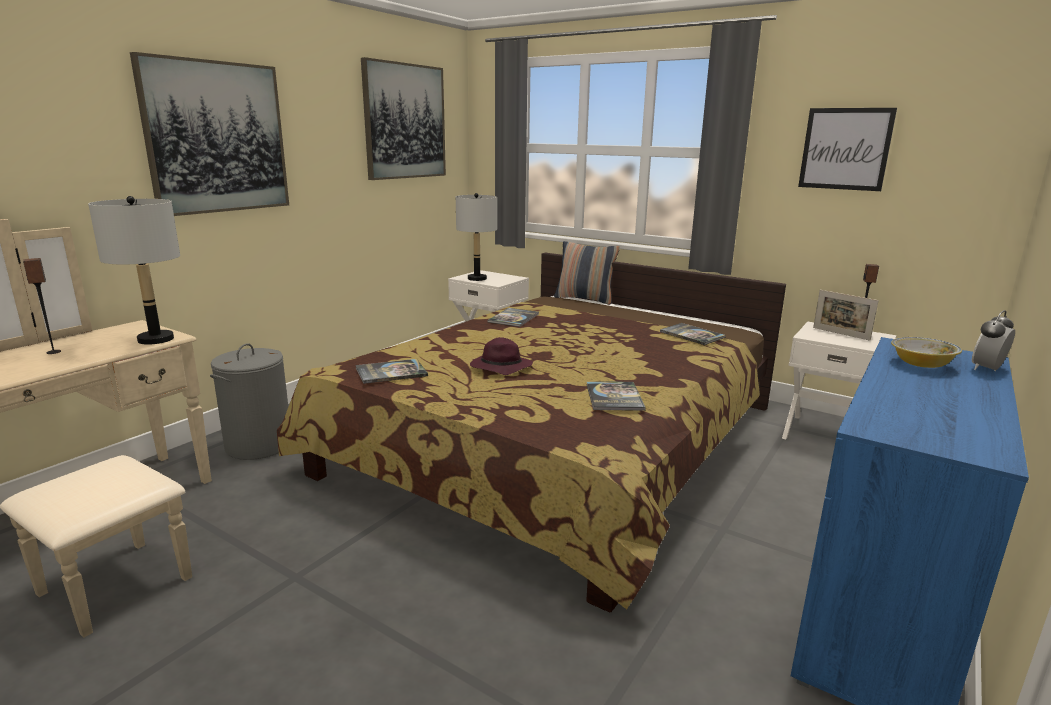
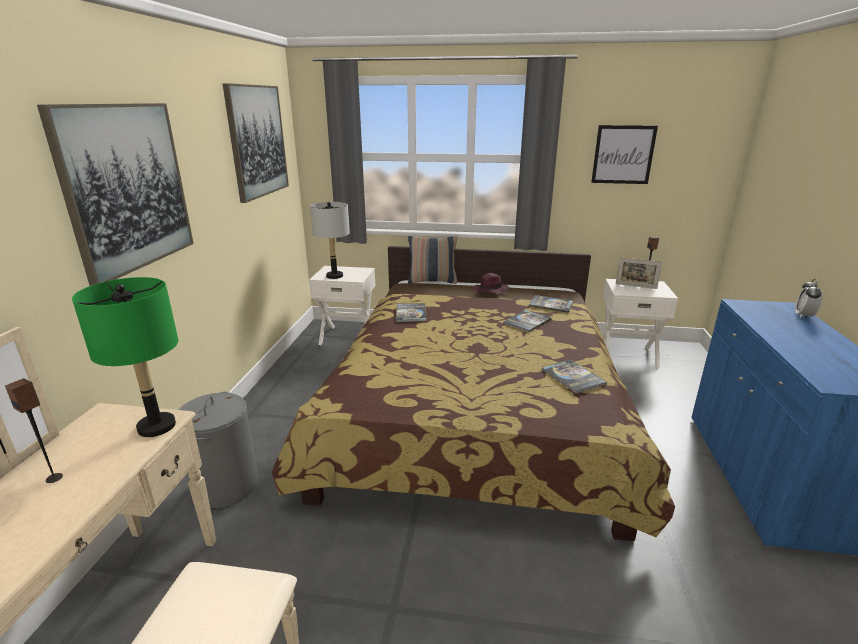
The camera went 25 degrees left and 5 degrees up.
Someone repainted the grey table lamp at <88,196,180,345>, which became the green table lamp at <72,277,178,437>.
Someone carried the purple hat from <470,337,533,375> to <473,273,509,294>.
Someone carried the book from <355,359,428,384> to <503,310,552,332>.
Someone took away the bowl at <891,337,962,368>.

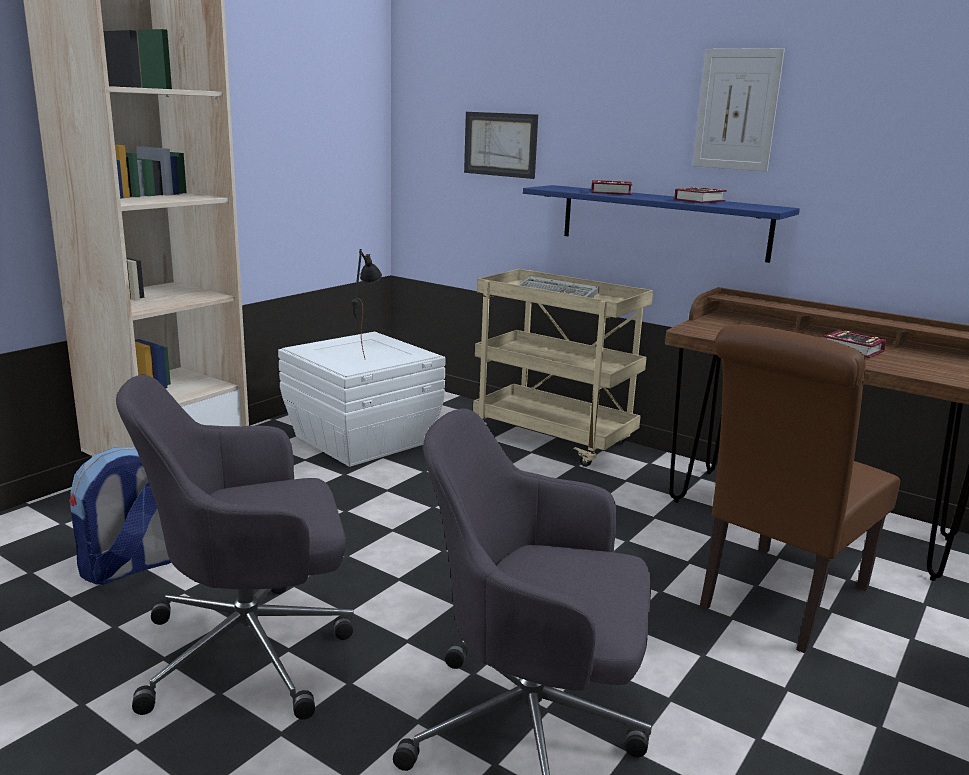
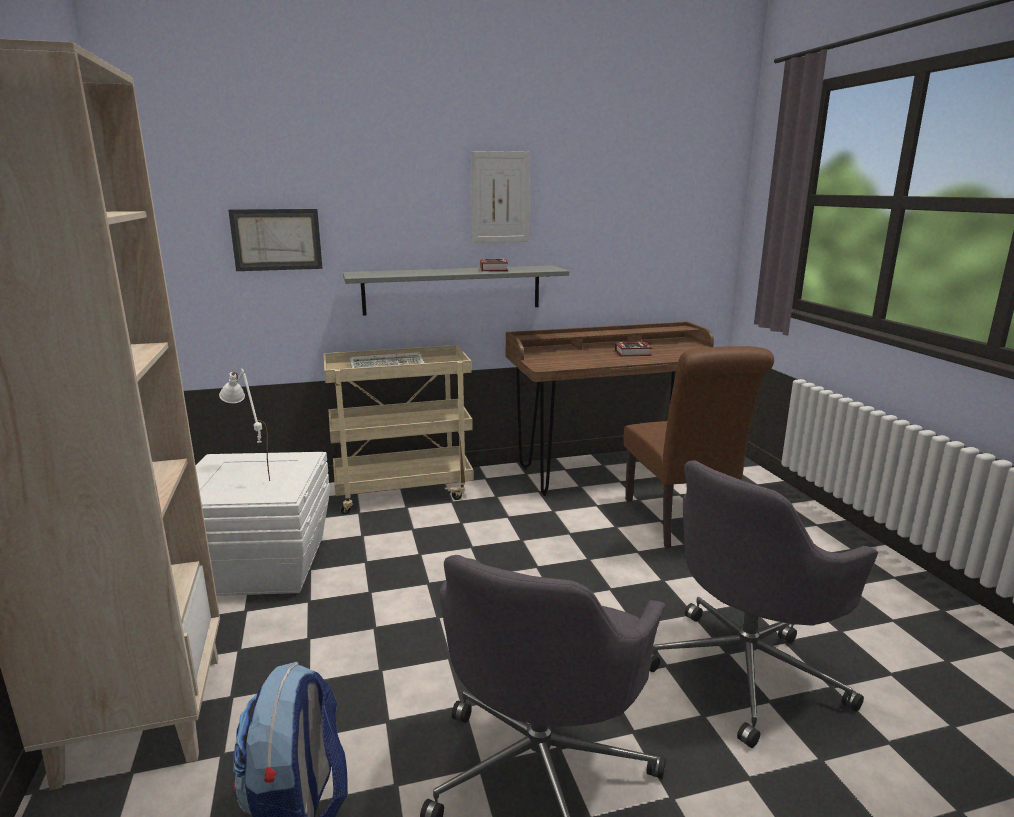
The camera went 50 degrees left and 0 degrees up.
Someone repainted the black table lamp at <351,249,382,358>, which became the white table lamp at <219,368,270,481>.
Someone repainted the blue shelf at <523,185,800,263>, which became the grey shelf at <343,265,569,316>.
Someone took away the book at <591,180,632,195>.

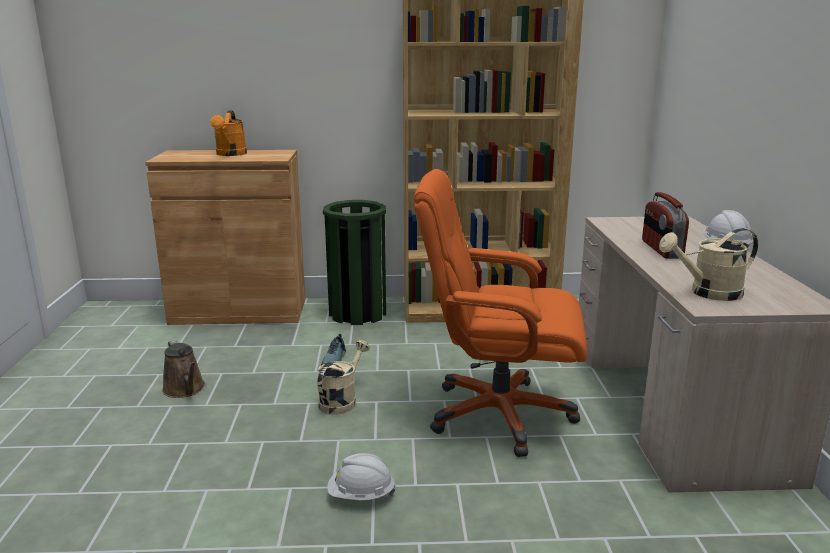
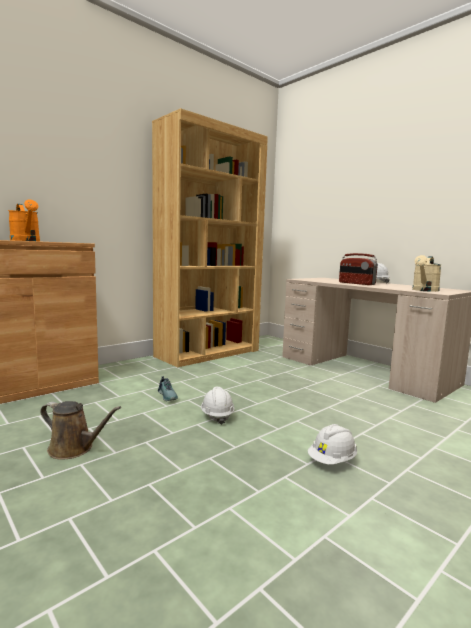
The camera went 40 degrees left and 10 degrees down.
Someone swapped the beige watering can at <317,340,370,415> for the white hard hat at <201,387,234,425>.
Someone took away the green trash can at <323,200,386,325>.
Someone took away the orange office chair at <414,169,587,457>.

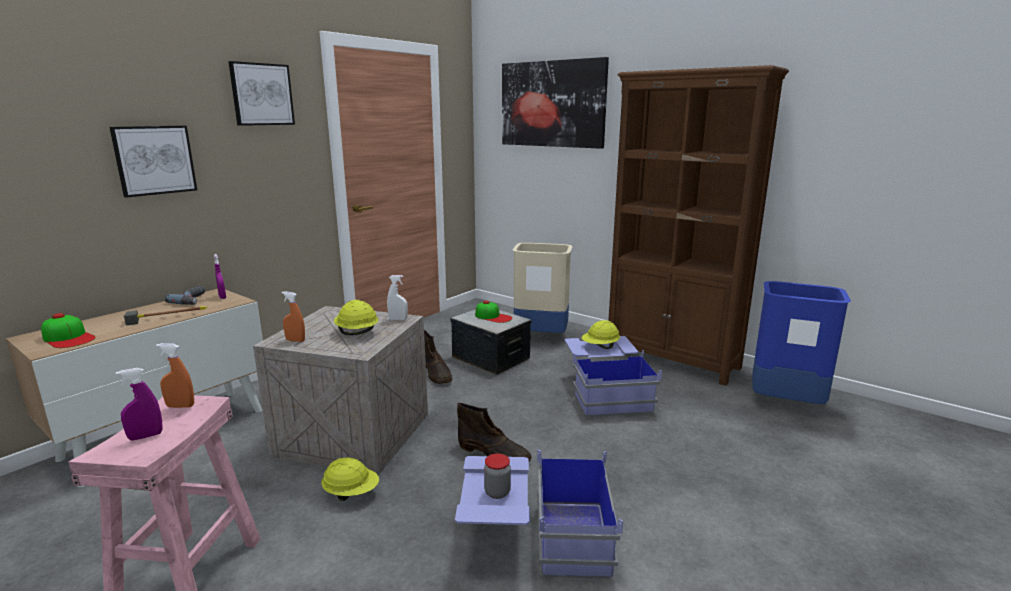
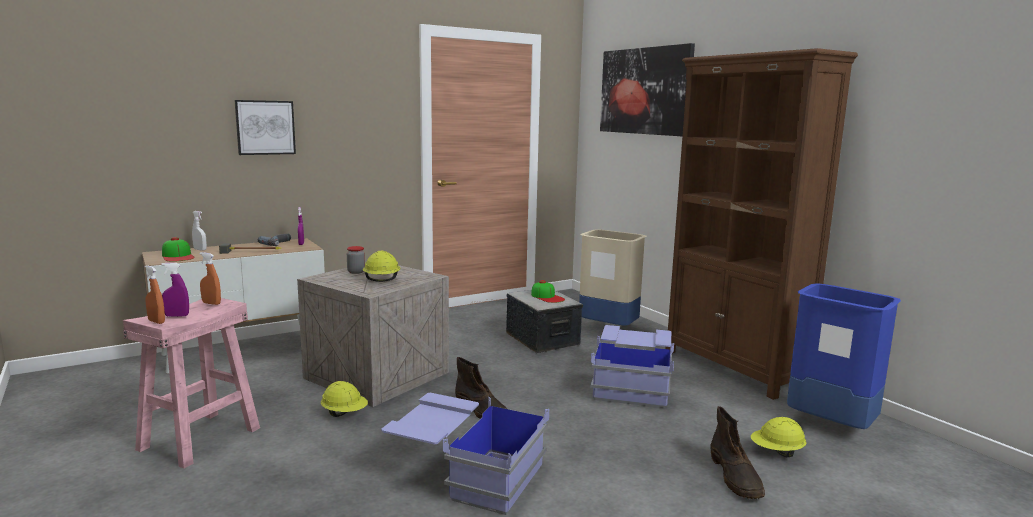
The camera went 20 degrees right and 5 degrees down.
Someone carried the orange spray bottle from <282,291,305,342> to <145,266,165,324>.
Someone carried the white spray bottle from <387,275,408,320> to <192,211,207,251>.
Someone carried the jar from <484,454,511,499> to <347,246,365,274>.
Someone carried the brown boot from <424,330,453,384> to <710,406,765,499>.
Someone carried the yellow hard hat from <582,320,620,349> to <751,417,807,457>.
Someone took away the picture at <228,61,295,126>.

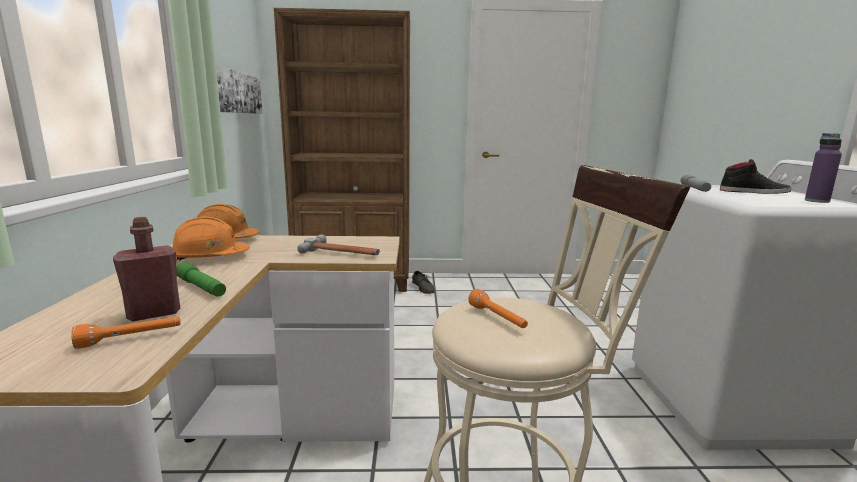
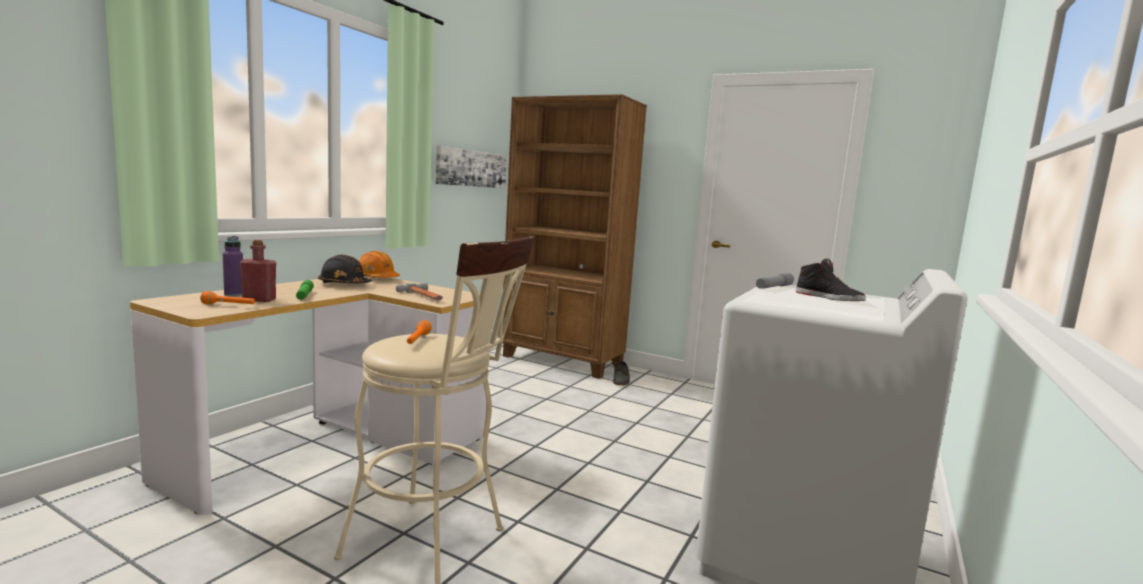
The camera went 30 degrees right and 5 degrees down.
Someone carried the purple bottle from <805,133,842,203> to <223,236,243,297>.
Someone repainted the orange hard hat at <172,217,250,260>, which became the black hard hat at <318,255,372,284>.

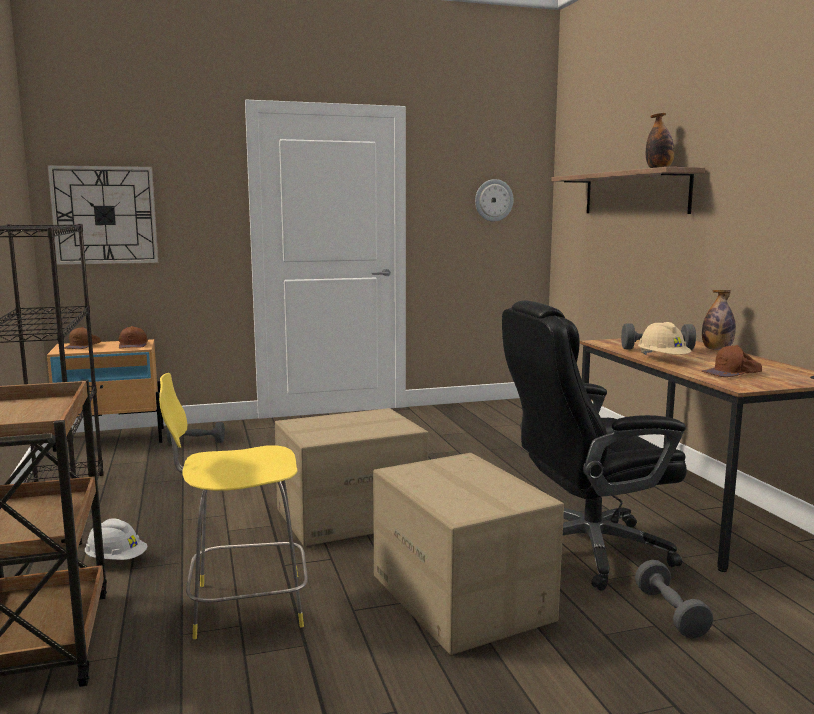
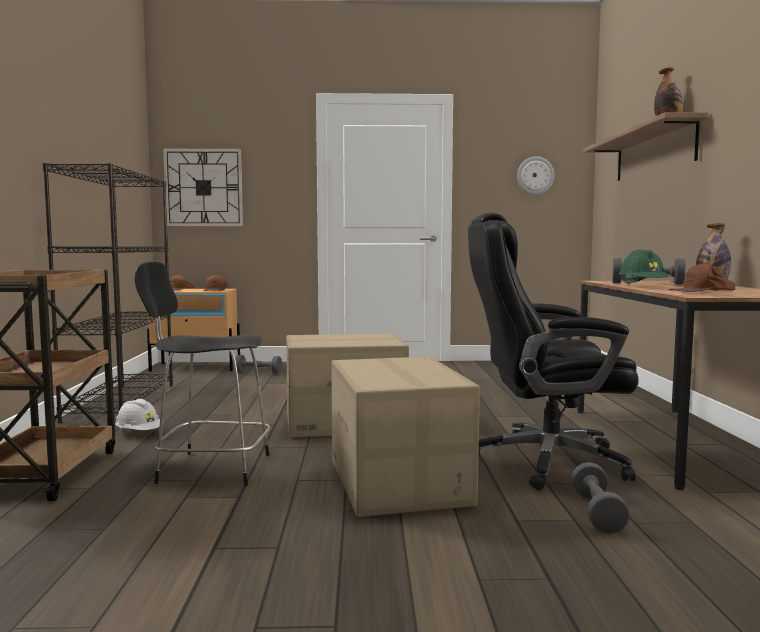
The camera went 15 degrees right and 5 degrees down.
Someone repainted the yellow stool at <159,373,308,639>, which became the black stool at <134,262,271,486>.
Someone repainted the beige hard hat at <638,322,691,355>, which became the green hard hat at <619,249,669,285>.

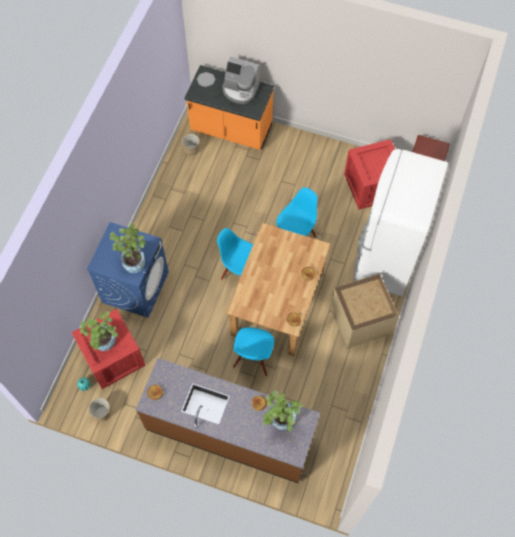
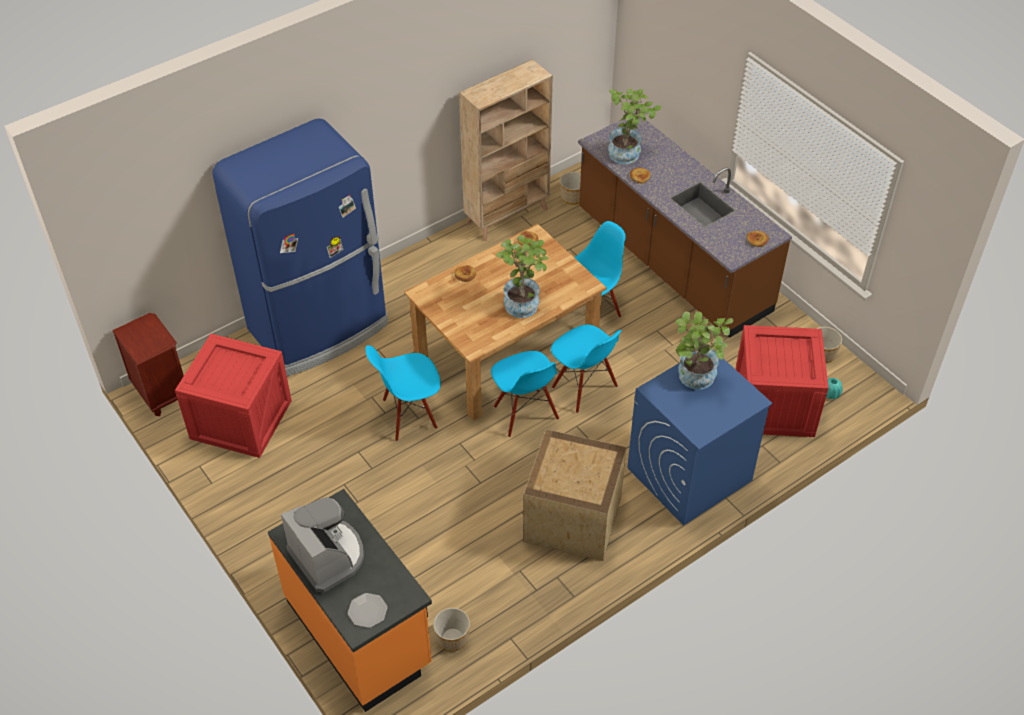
The camera went 145 degrees left and 15 degrees down.
Someone repainted the white fridge at <354,149,448,296>, which became the blue fridge at <213,118,389,376>.
Someone put down the beige bookcase at <459,59,553,241>.
Someone carried the potted plant from <80,311,118,351> to <496,235,549,318>.
Someone carried the crate from <330,274,399,349> to <523,429,627,561>.
Someone put down the blue chair at <551,325,622,413>.
Someone put down the planter at <560,172,581,205>.

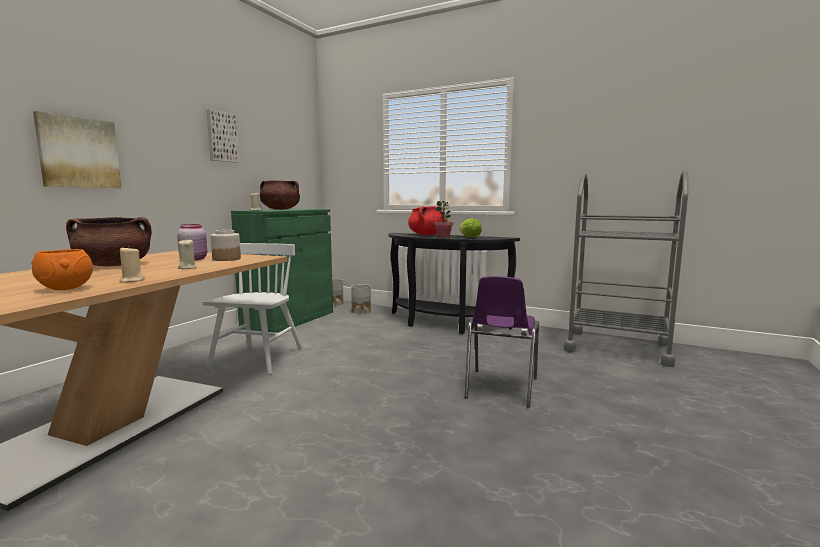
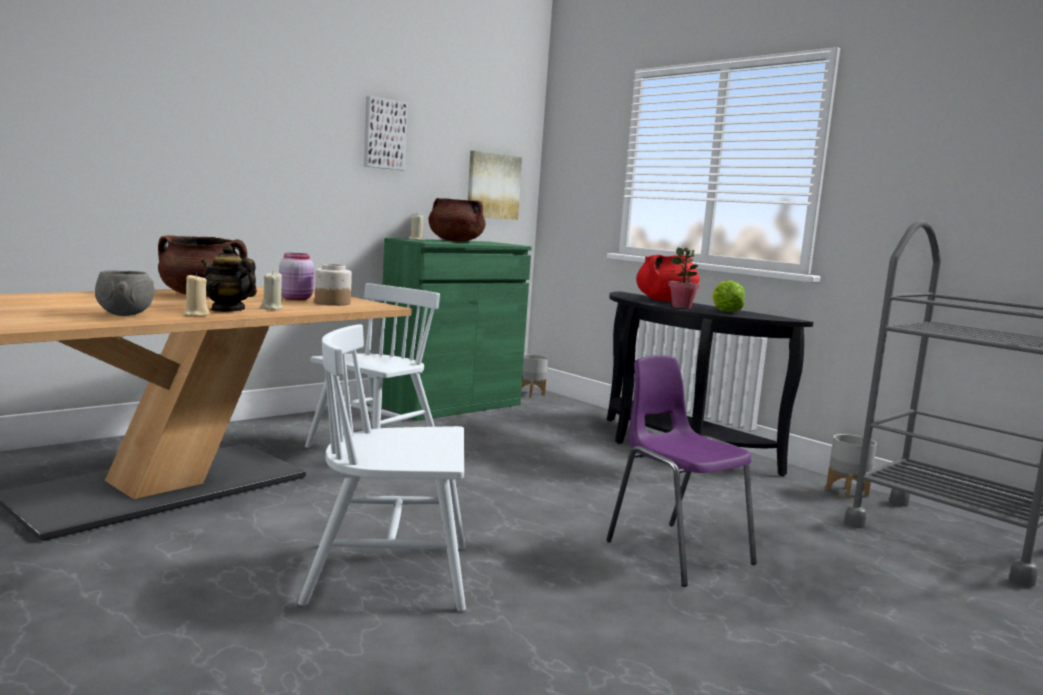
The camera went 20 degrees right and 0 degrees up.
Someone repainted the orange bowl at <31,249,93,290>, which became the grey bowl at <95,270,155,316>.
Someone put down the teapot at <201,245,257,312>.
Someone put down the white chair at <298,324,466,611>.
Someone carried the picture from <33,111,121,188> to <468,151,522,220>.
Someone rotated the purple chair at <465,276,539,408> by 105 degrees clockwise.
Someone carried the grey planter from <351,284,371,315> to <826,434,877,499>.

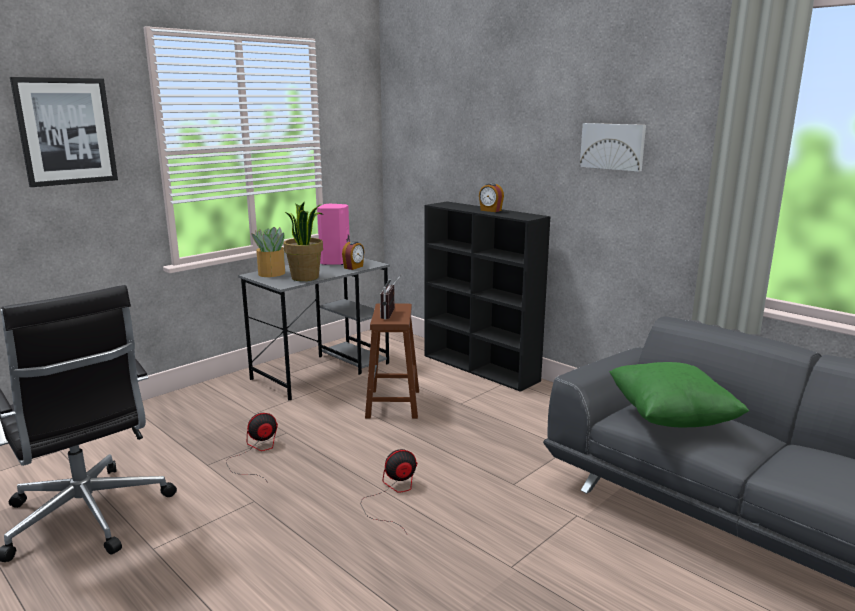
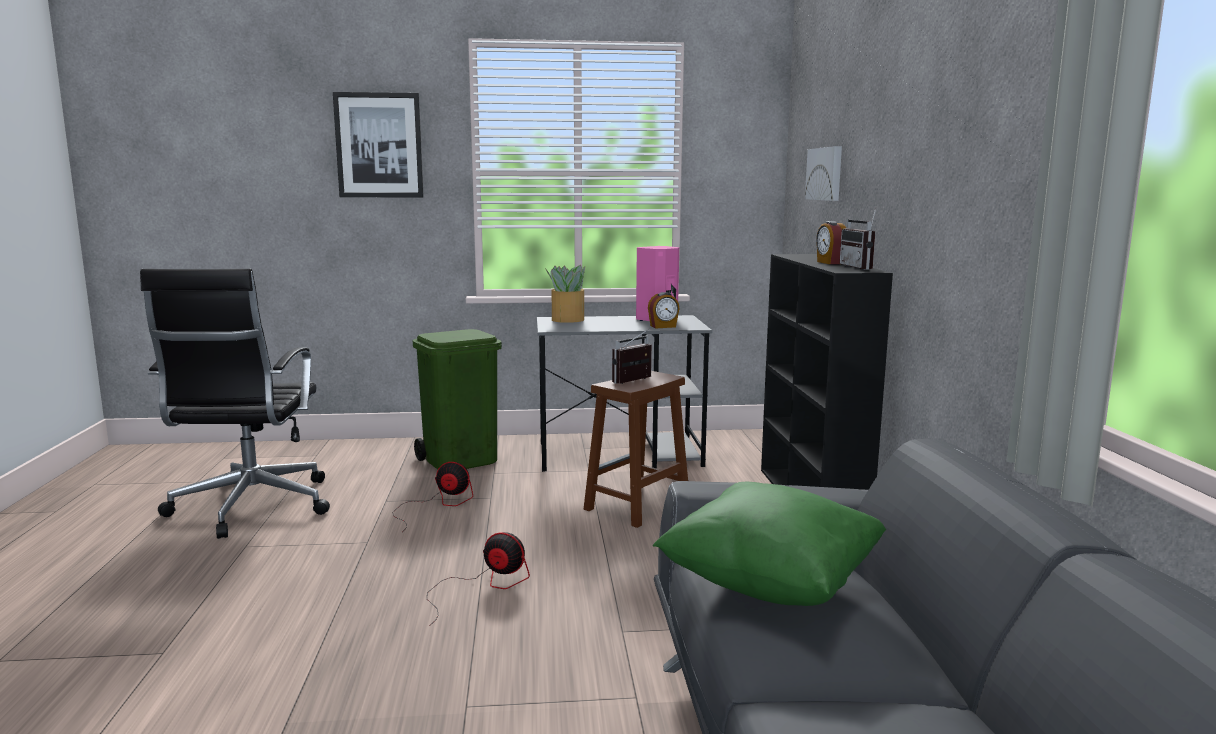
The camera went 40 degrees right and 5 degrees down.
Someone put down the green trash can at <412,329,502,470>.
Someone carried the picture from <580,123,646,172> to <805,146,842,201>.
Someone put down the radio at <840,208,876,270>.
Someone took away the potted plant at <283,202,323,281>.

